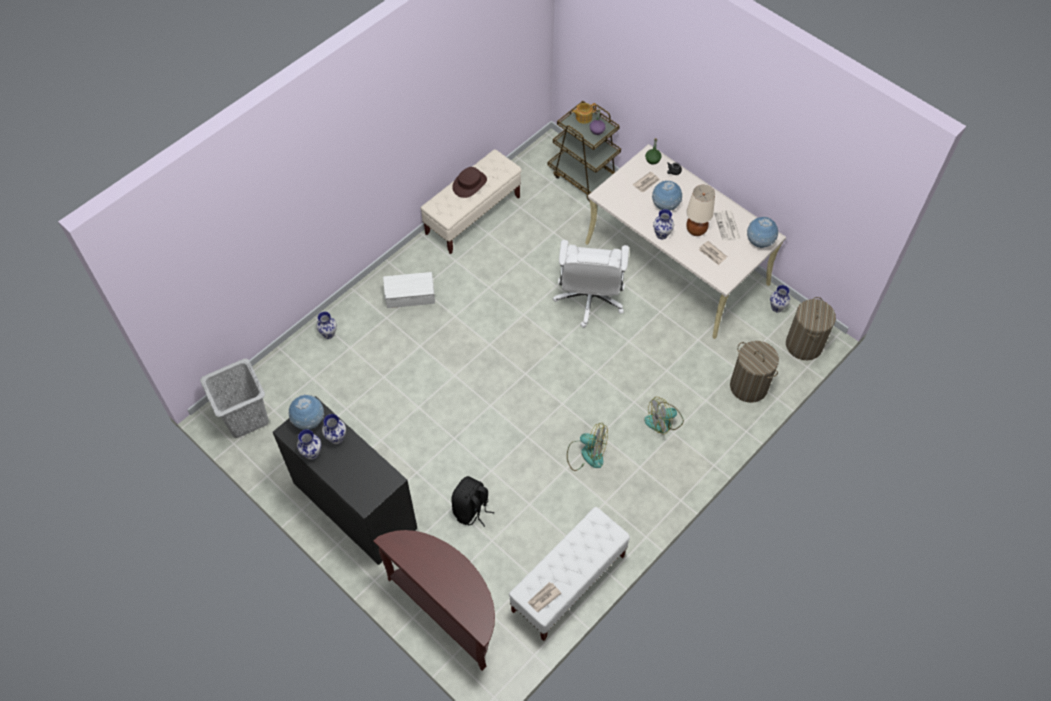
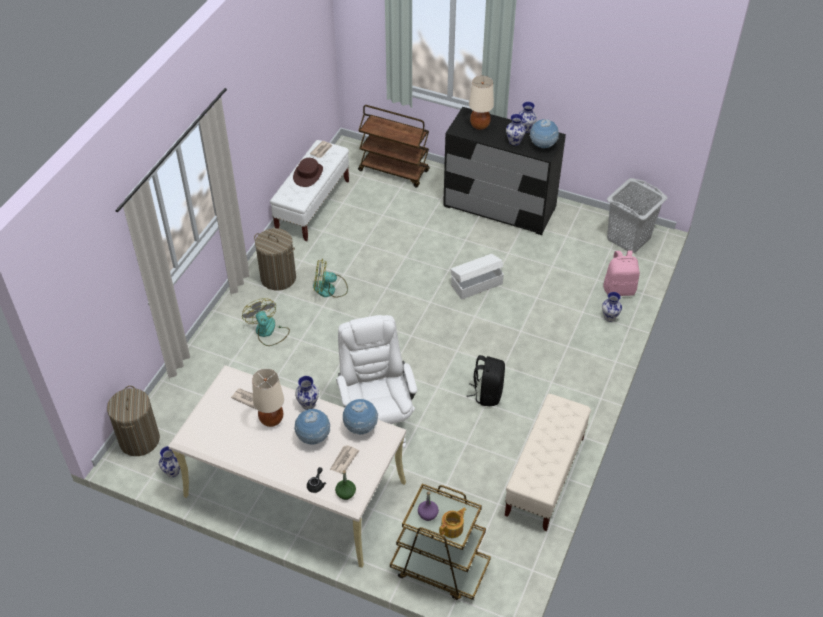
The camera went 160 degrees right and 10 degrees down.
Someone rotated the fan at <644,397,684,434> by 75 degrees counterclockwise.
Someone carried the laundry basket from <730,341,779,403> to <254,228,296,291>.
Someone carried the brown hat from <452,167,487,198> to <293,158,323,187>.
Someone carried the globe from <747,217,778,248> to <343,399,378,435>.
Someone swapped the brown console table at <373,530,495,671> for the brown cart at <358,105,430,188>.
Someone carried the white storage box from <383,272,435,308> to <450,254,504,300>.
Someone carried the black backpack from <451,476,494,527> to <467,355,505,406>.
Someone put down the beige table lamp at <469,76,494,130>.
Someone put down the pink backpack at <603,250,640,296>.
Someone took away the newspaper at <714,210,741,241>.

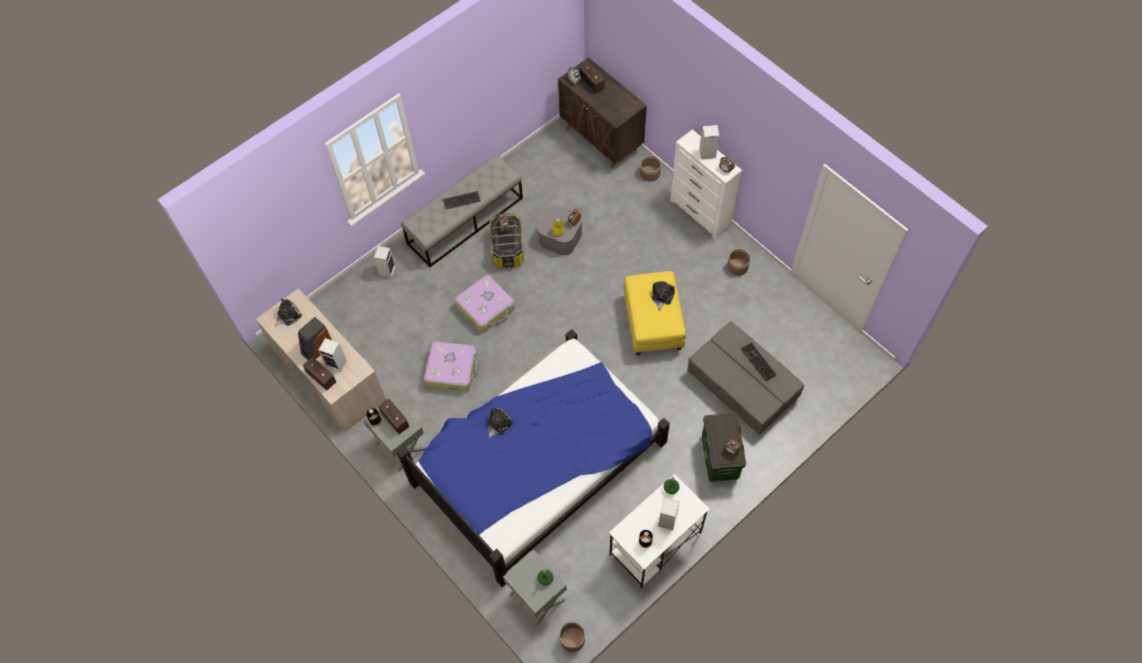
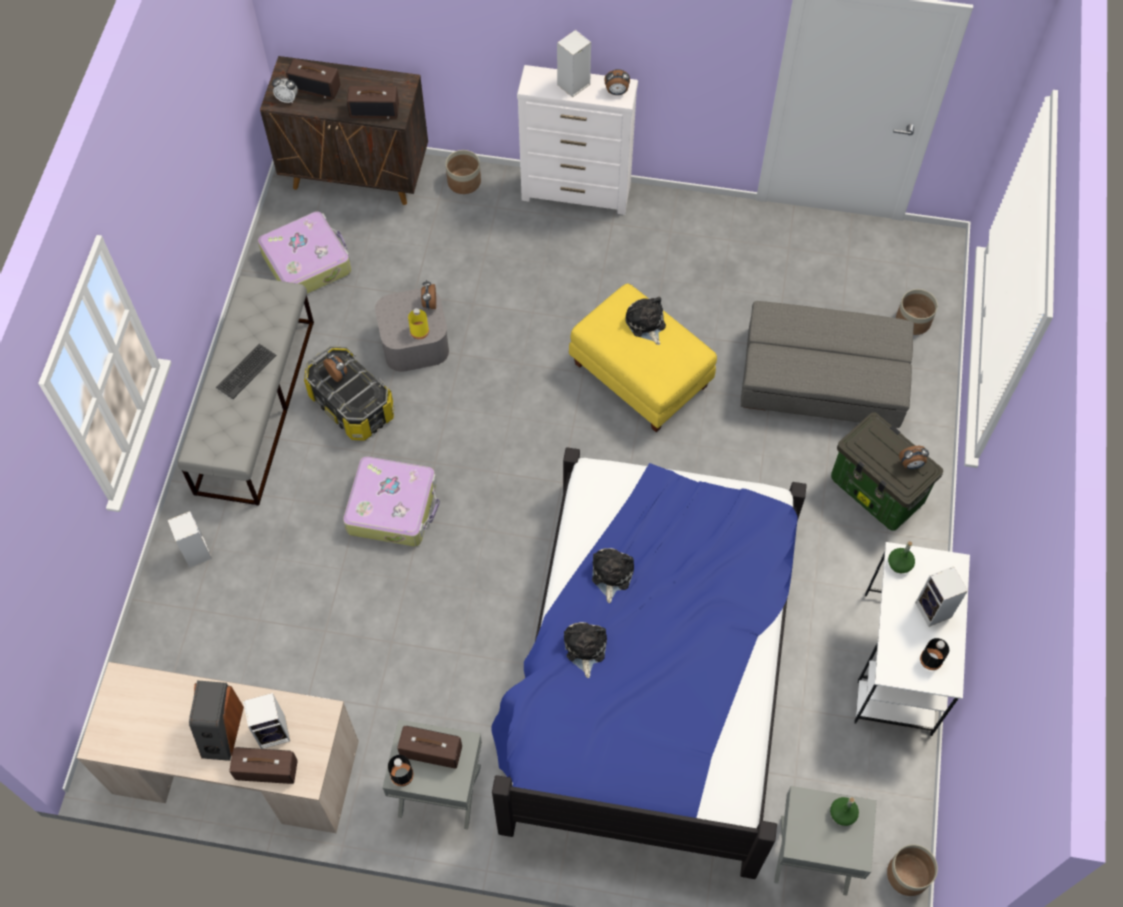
The camera went 40 degrees left and 0 degrees up.
Someone carried the suitcase from <424,341,479,392> to <258,211,351,294>.
Someone put down the radio at <347,86,399,119>.
Someone carried the plush toy from <275,298,302,327> to <592,548,634,603>.
Someone carried the planter from <727,248,751,276> to <896,289,938,335>.
Someone took away the keyboard at <741,342,776,381>.

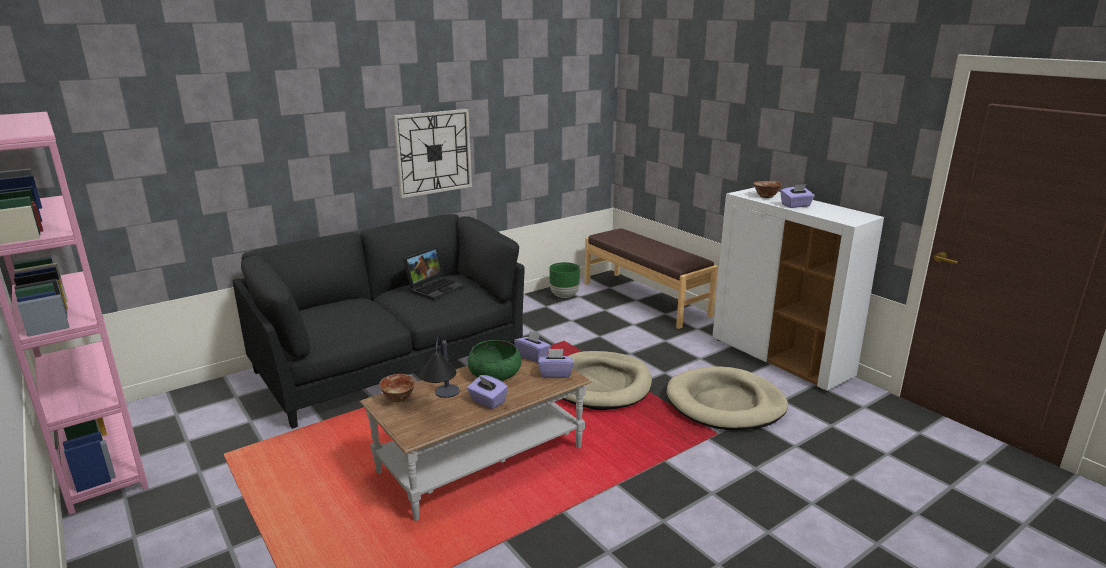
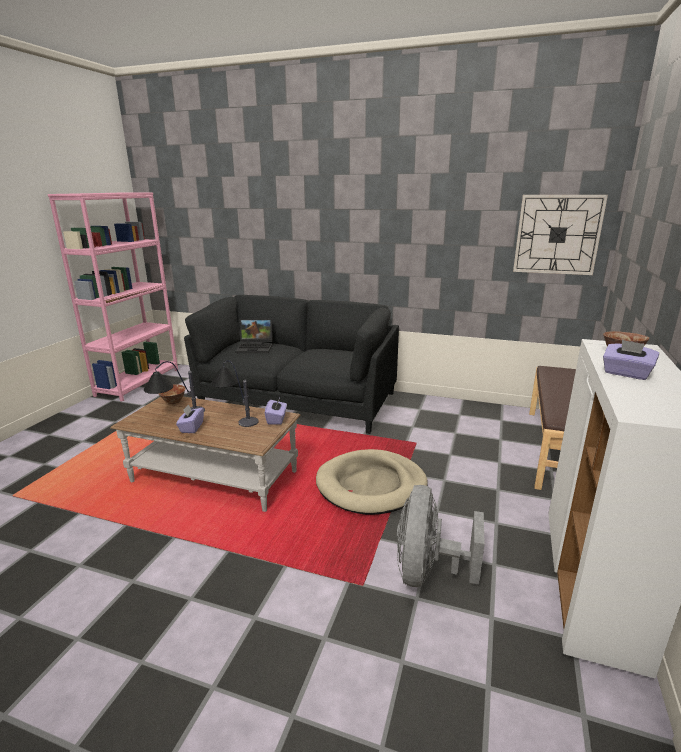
The camera went 55 degrees right and 0 degrees up.
Someone swapped the green bowl at <468,340,521,381> for the table lamp at <211,360,258,427>.
Someone carried the laptop from <403,247,465,300> to <235,319,273,353>.
Someone swapped the beige dog bed at <667,366,788,430> for the grey fan at <397,485,485,587>.
Someone carried the wall clock from <393,109,472,198> to <513,195,608,275>.
Someone took away the purple tissue box at <538,349,573,378>.
Someone took away the green planter at <549,262,580,298>.

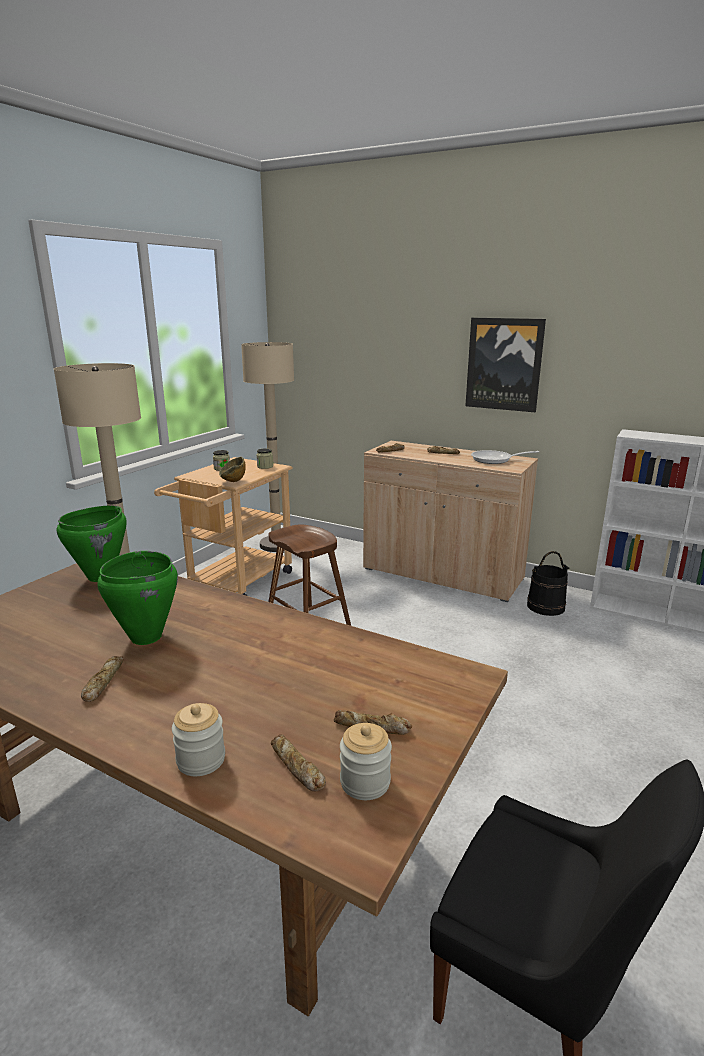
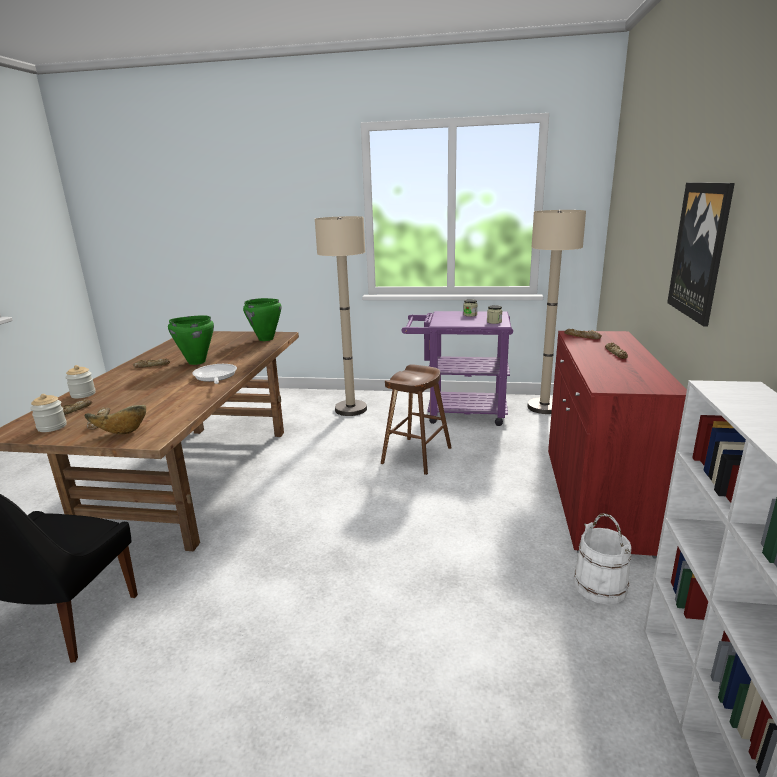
The camera went 70 degrees right and 0 degrees up.
Someone carried the bowl from <219,457,246,482> to <84,405,146,435>.
Someone carried the frying pan from <471,450,539,464> to <192,364,237,384>.
Someone repainted the beige cart at <154,457,292,596>, which became the purple cart at <401,311,513,426>.
Someone repainted the beige cabinet at <363,441,538,602>, which became the red cabinet at <548,331,687,559>.
Someone repainted the black bucket at <527,551,569,616>, which became the white bucket at <573,513,631,605>.

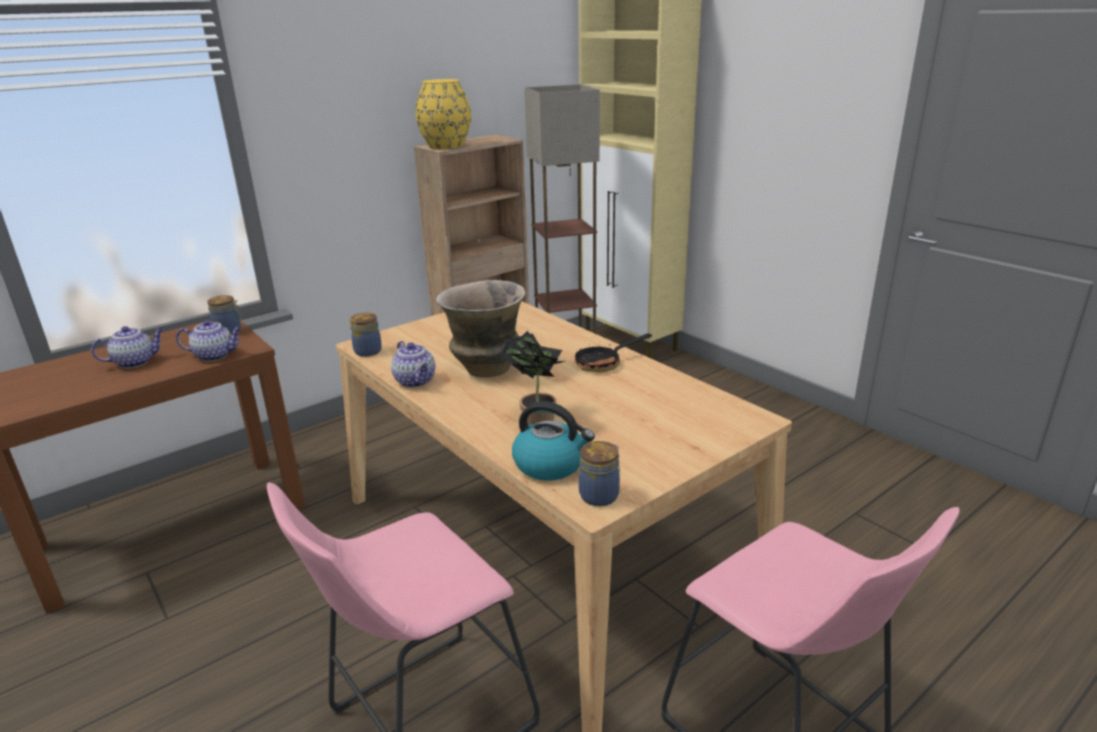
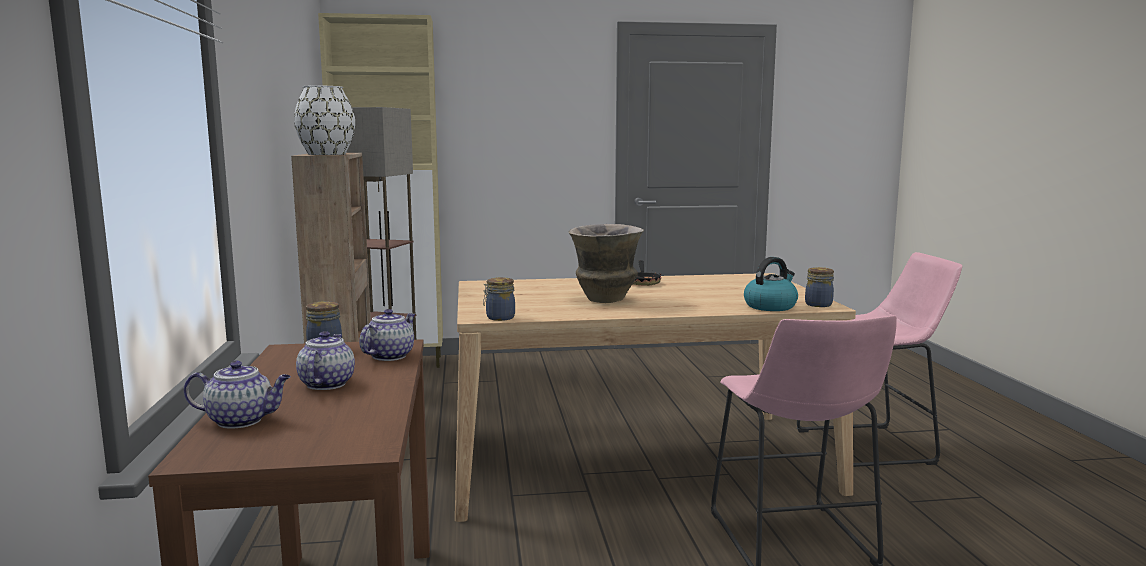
The camera went 60 degrees left and 15 degrees down.
Someone carried the teapot from <391,341,435,388> to <184,360,291,429>.
Someone repainted the yellow vase at <416,79,471,149>, which became the white vase at <294,85,355,155>.
Someone took away the potted plant at <499,331,566,426>.

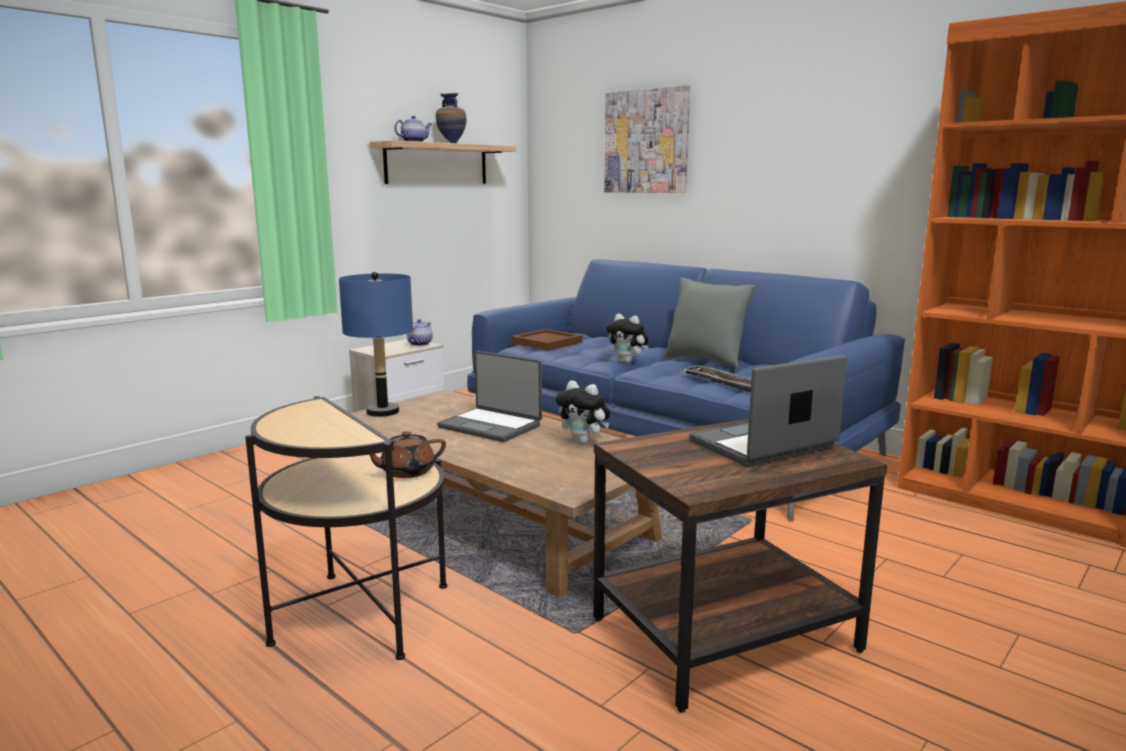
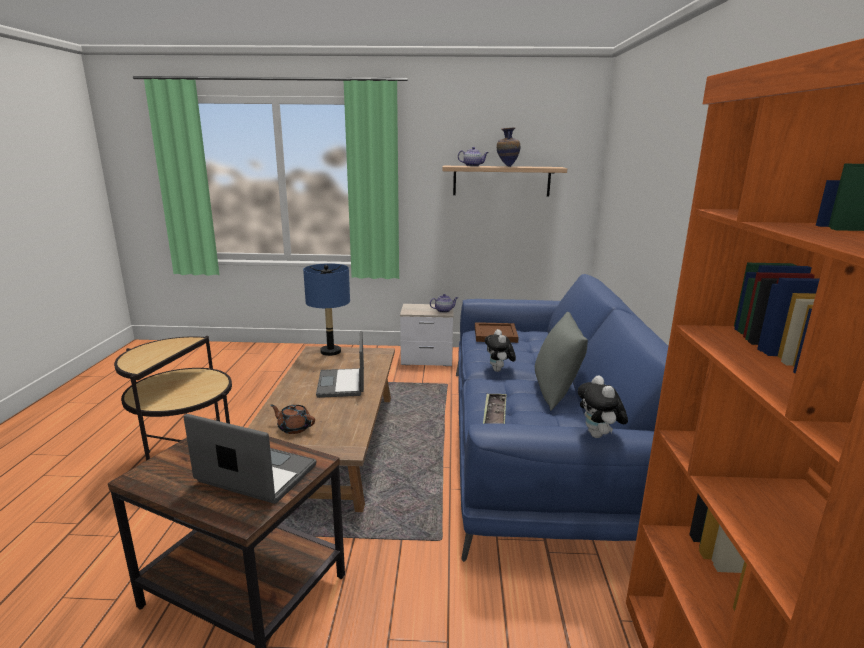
The camera went 50 degrees right and 5 degrees up.
Someone carried the brown teapot from <370,431,446,478> to <271,404,315,434>.
Someone carried the plush toy from <556,380,610,444> to <578,375,628,438>.
Someone took away the picture at <604,85,690,193>.

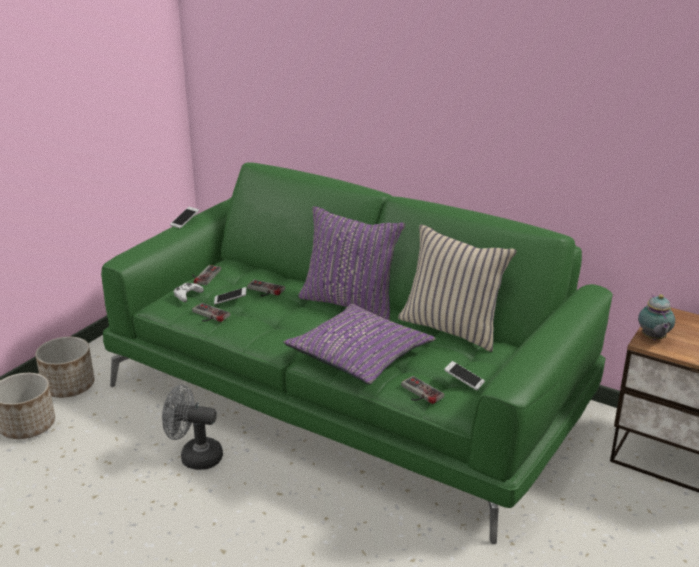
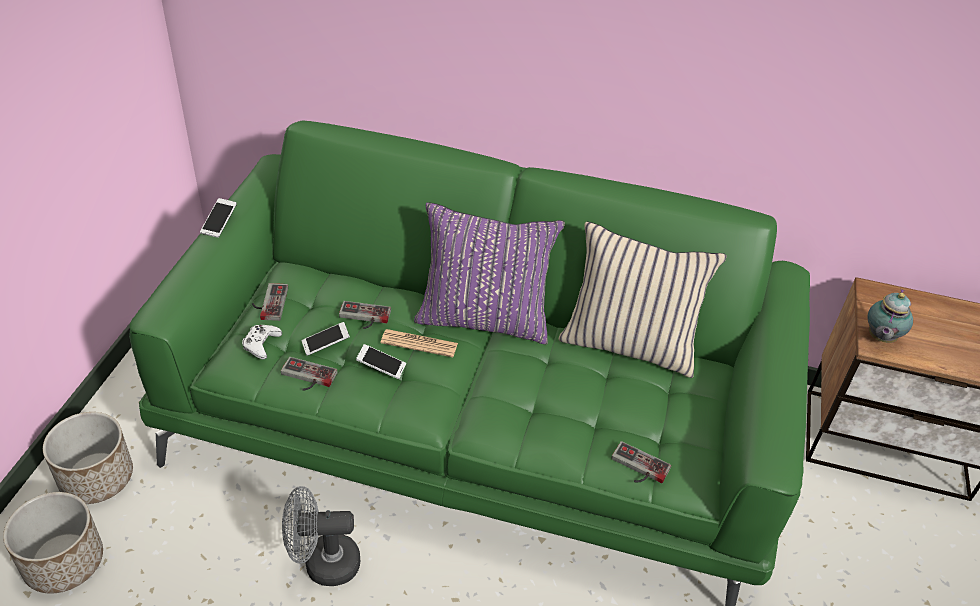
The camera went 20 degrees left and 15 degrees up.
Someone carried the phone from <444,361,485,390> to <356,344,406,379>.
Someone put down the newspaper at <381,329,458,357>.
Someone rotated the teapot at <638,294,675,340> by 45 degrees clockwise.
Someone took away the purple pillow at <283,304,436,385>.

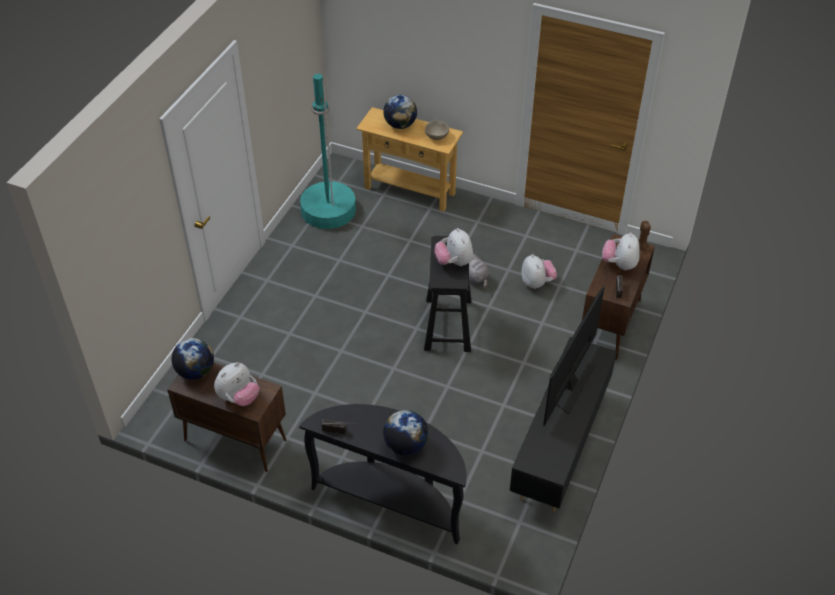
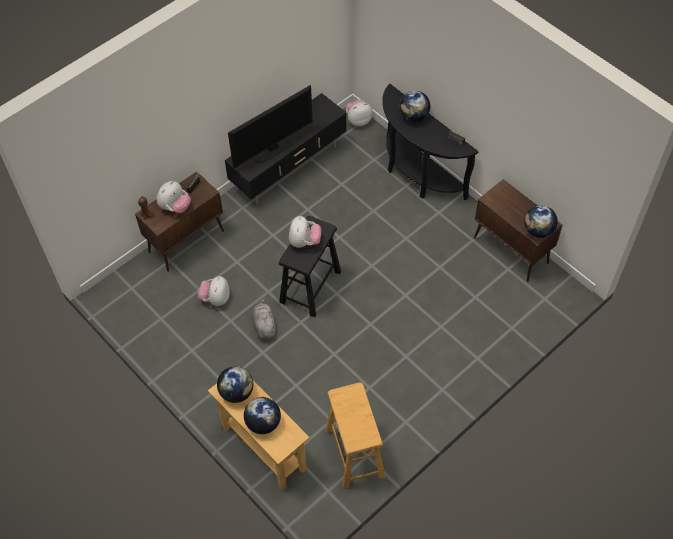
The camera went 155 degrees left and 10 degrees up.
Someone swapped the beige bowl at <425,121,449,140> for the globe at <217,366,253,403>.
Someone swapped the turquoise floor lamp at <300,74,356,229> for the beige stool at <325,382,385,489>.
Someone carried the plush toy from <214,362,259,406> to <345,100,373,126>.

